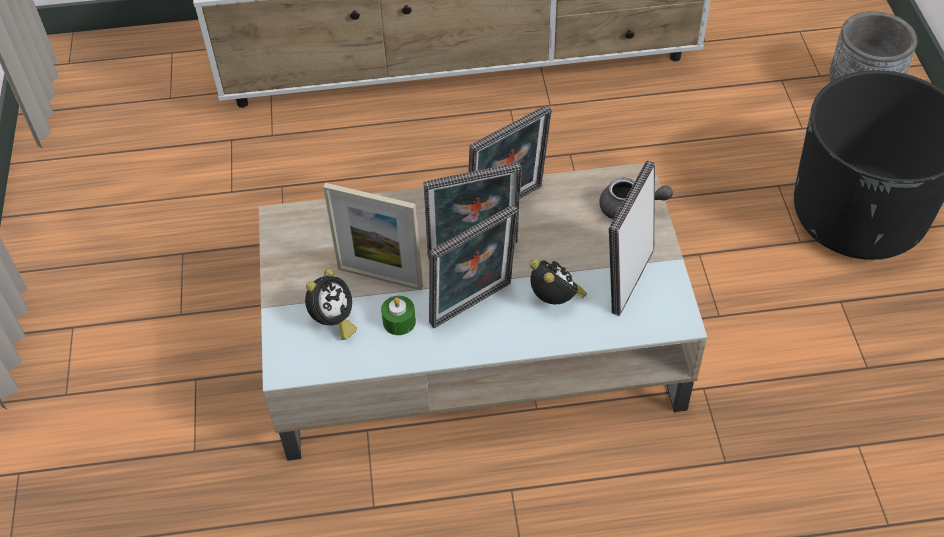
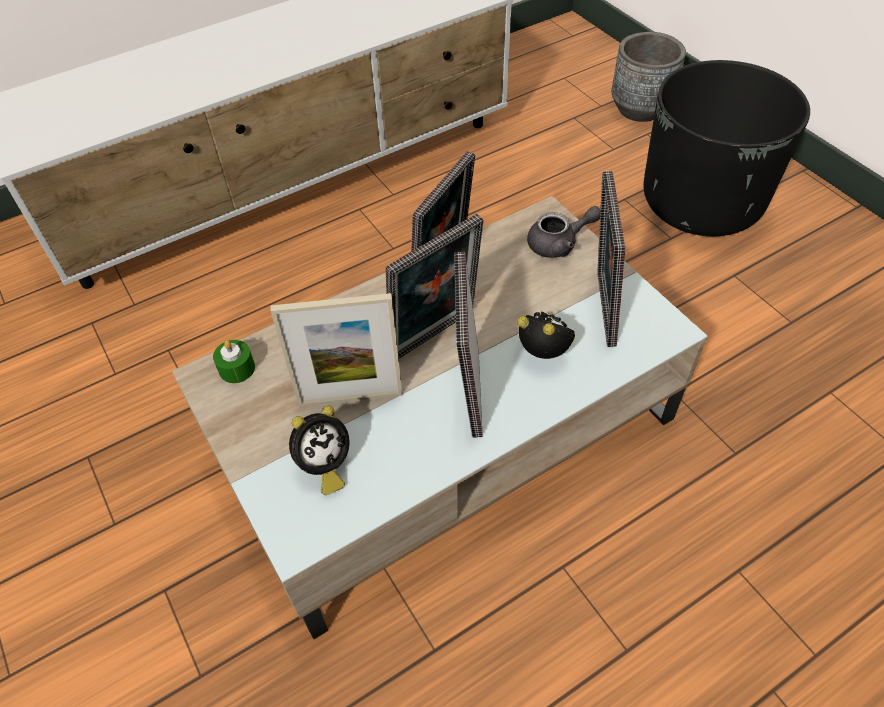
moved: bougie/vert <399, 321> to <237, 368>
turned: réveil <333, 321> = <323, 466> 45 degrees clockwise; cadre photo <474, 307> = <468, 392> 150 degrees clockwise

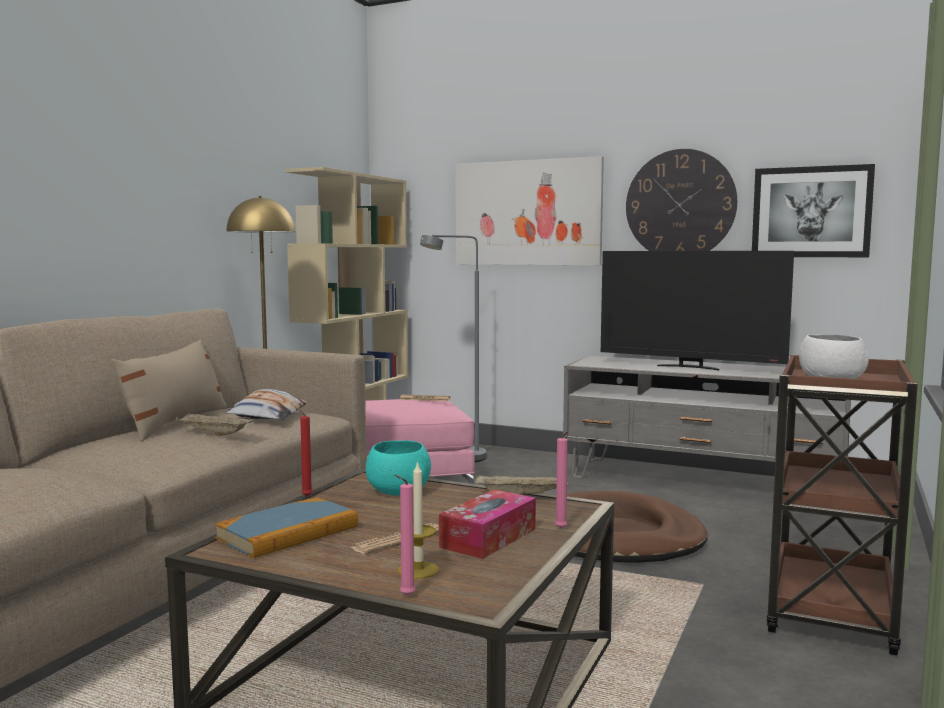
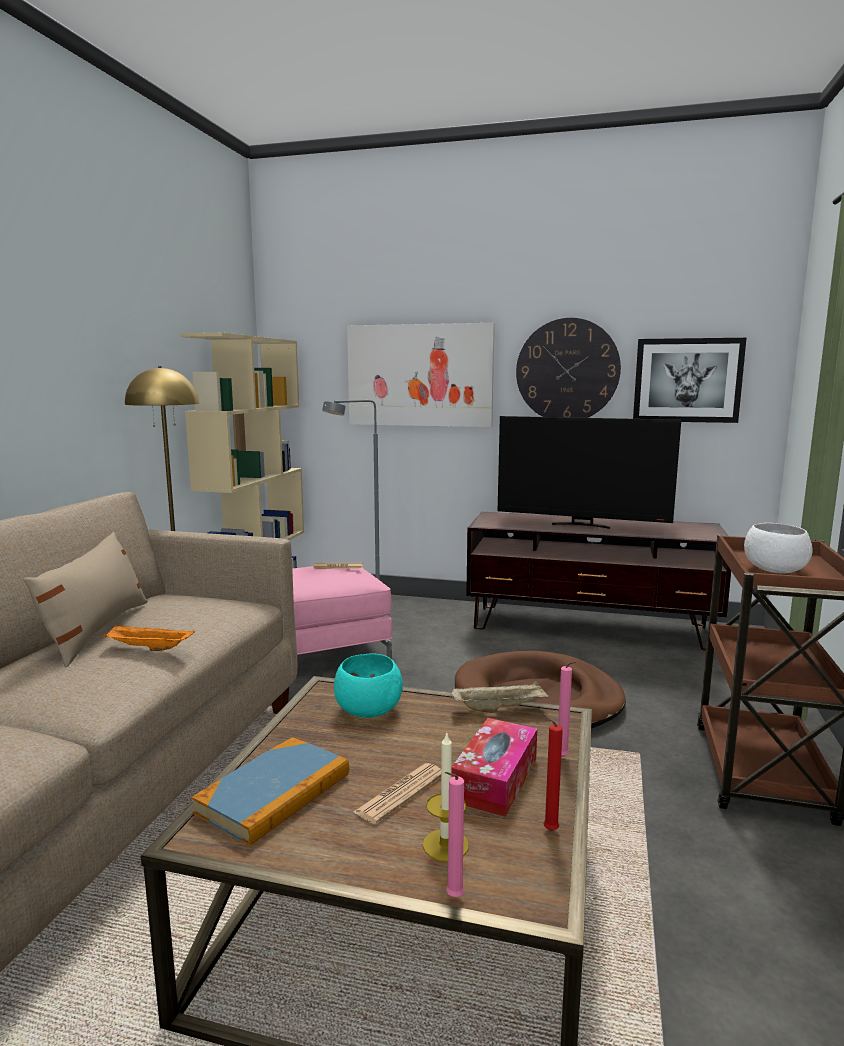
removed: coussin <268, 415>
moved: bougie/rouge <305, 496> to <548, 830>
recoloured: plateau/beige <213, 434> to plateau/orange <148, 649>; meuble télé/gris <701, 482> to meuble télé/marron <590, 627>

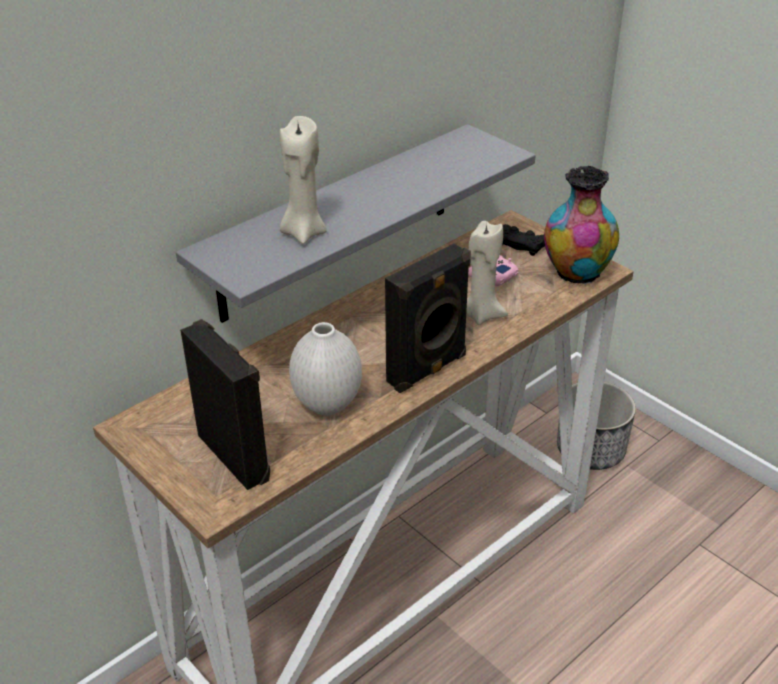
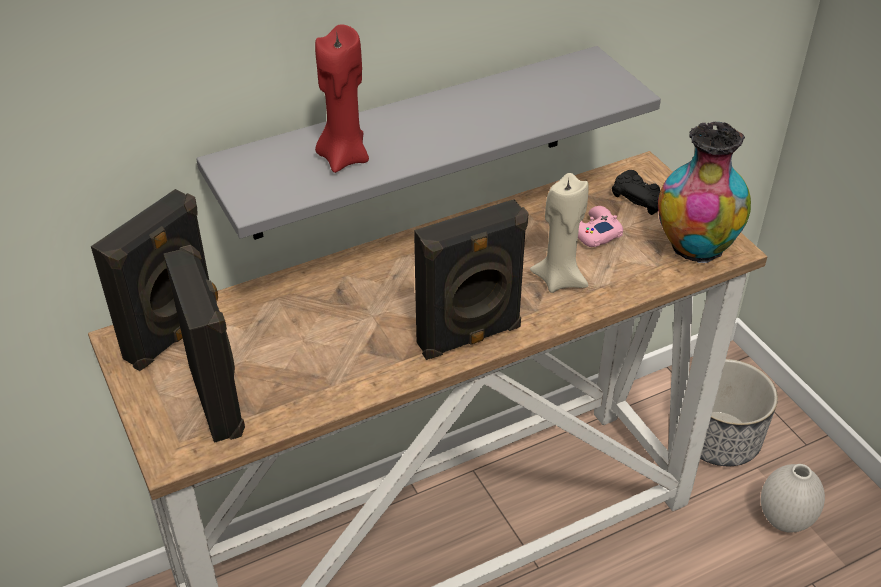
added: enceinte/noir <173, 336>
moved: vase/blanc <326, 405> to <783, 520>
recoloured: bougie/beige <303, 232> to bougie/rouge <344, 157>

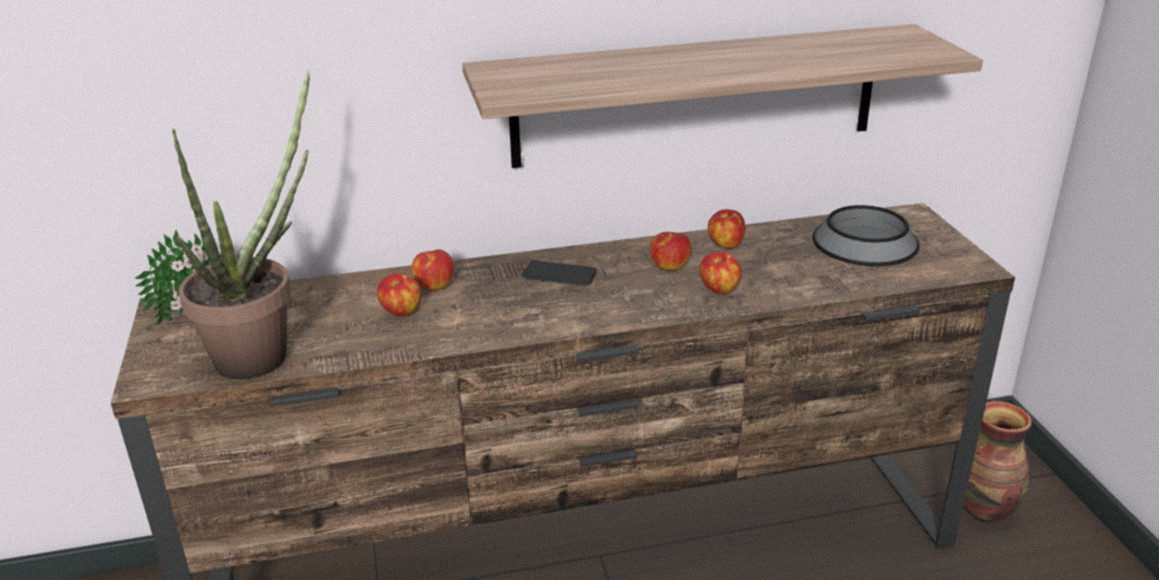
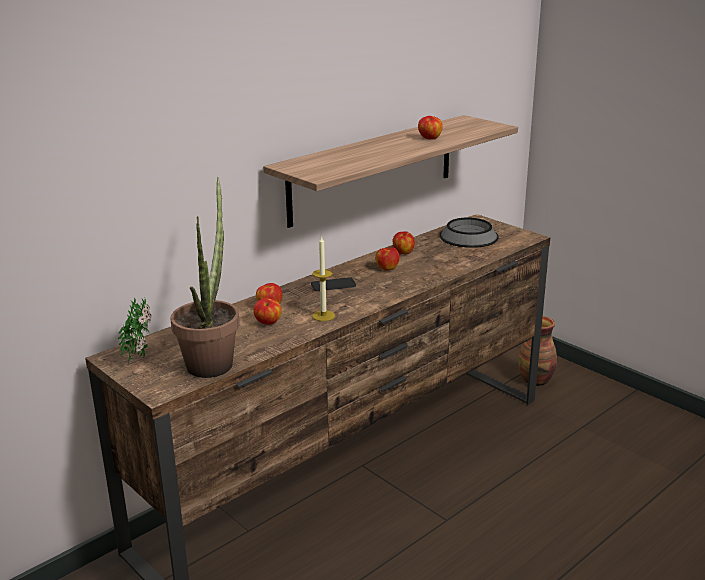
added: bougie <323, 316>
moved: pomme <719, 290> to <429, 138>

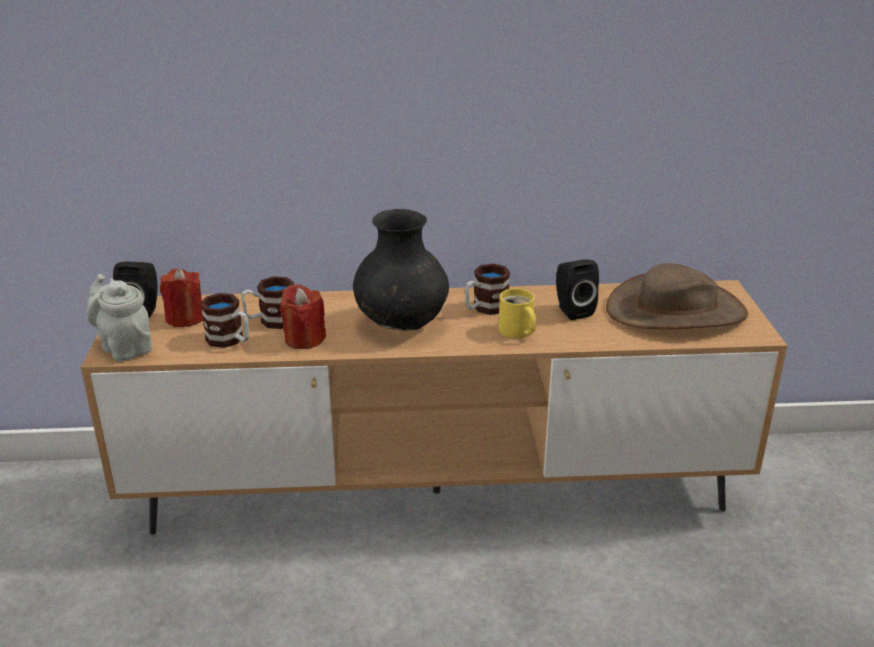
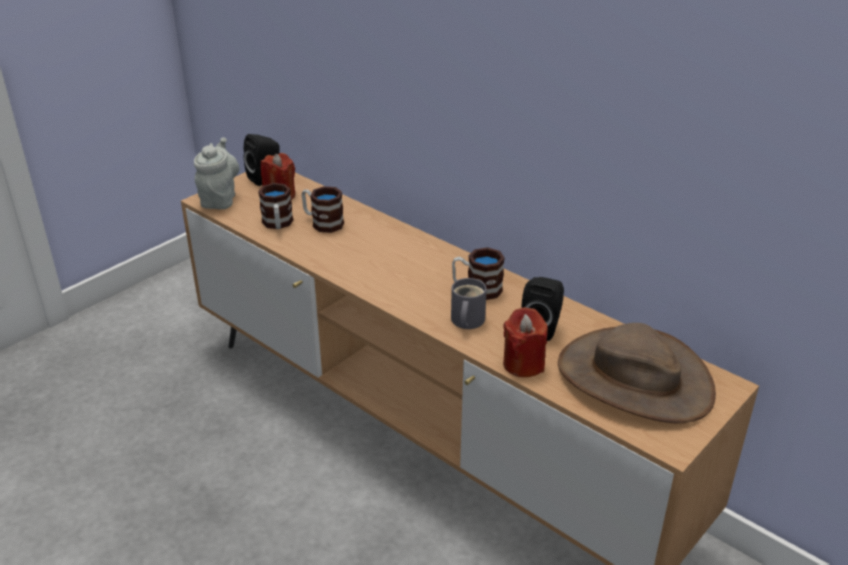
removed: vase/noir <401, 325>
moved: bougie/rouge <304, 339> to <523, 364>
recoloured: mug/jaune <516, 332> to mug/gris <466, 321>

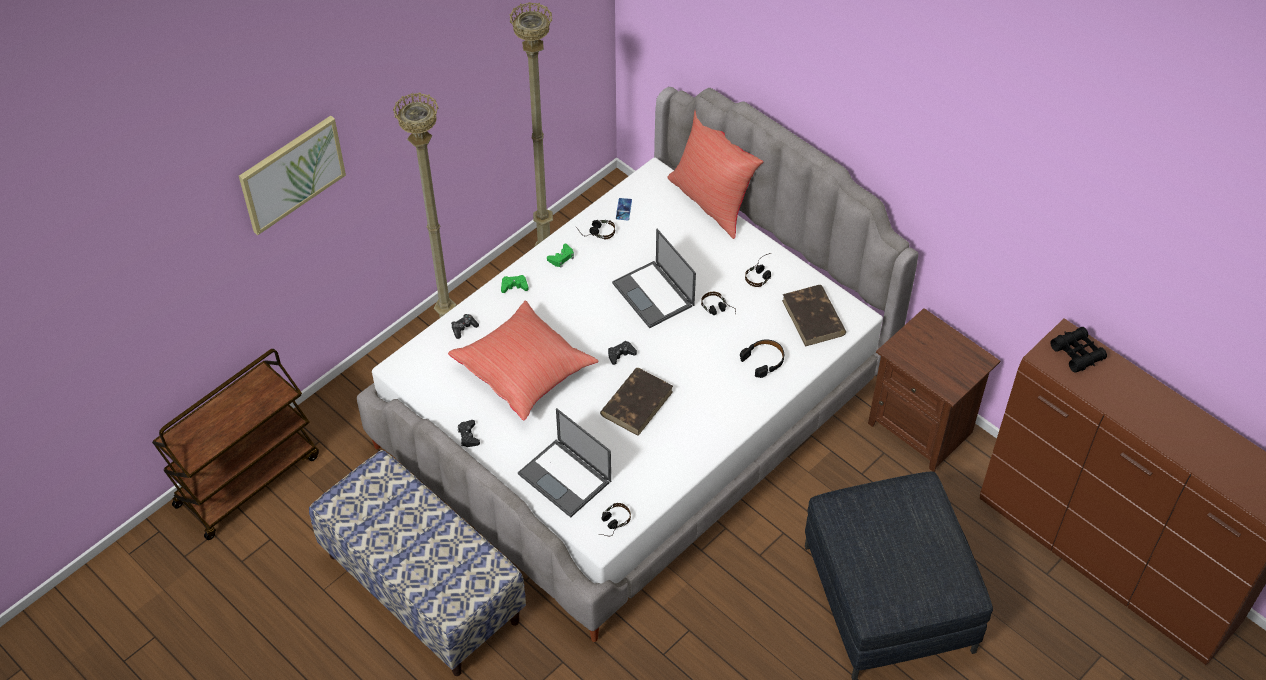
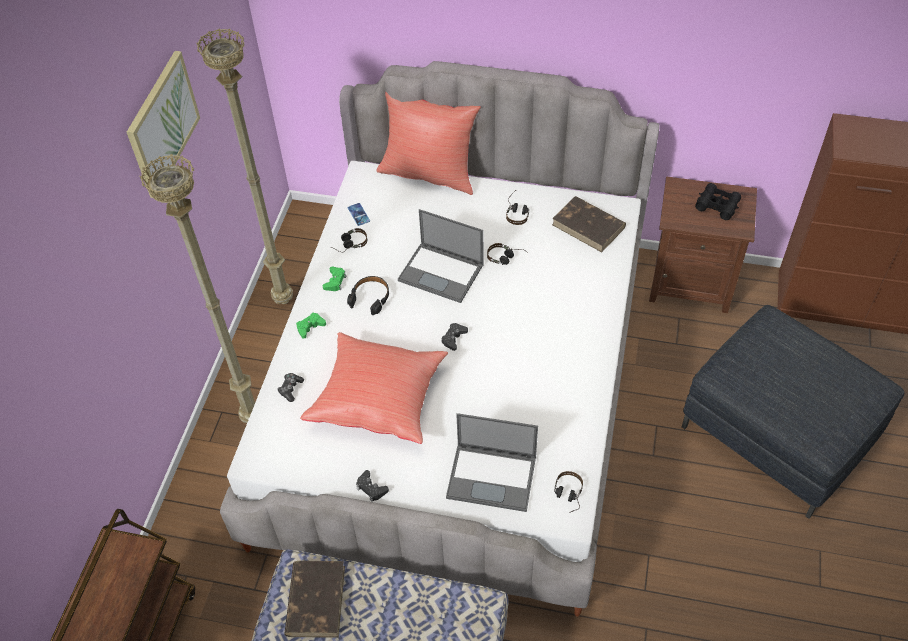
moved: tableau <291, 173> to <162, 124>; livre/marron <637, 403> to <315, 599>; casque audio/noir <764, 360> to <370, 297>; jumelles/noir <1077, 353> to <717, 205>

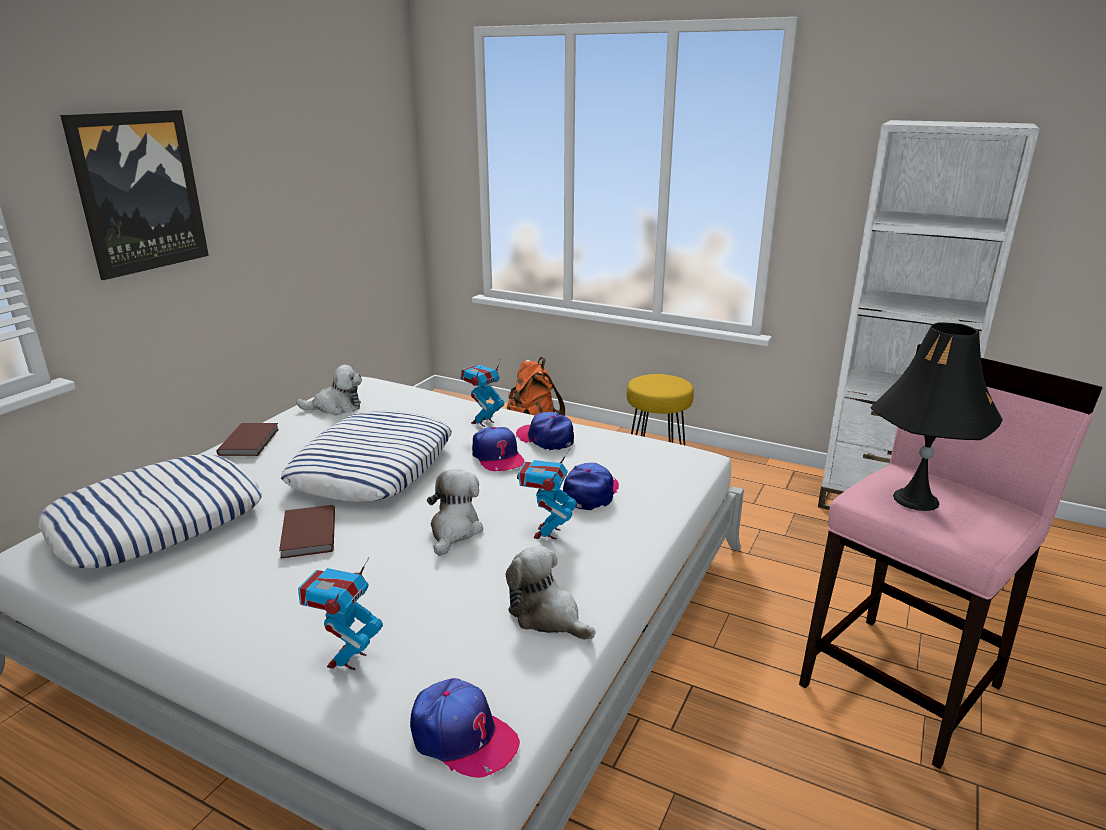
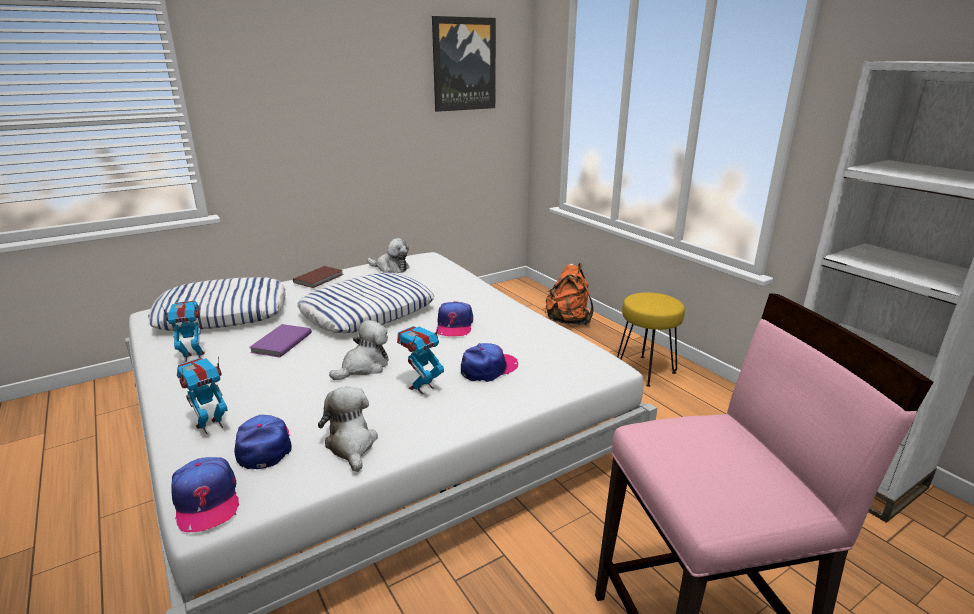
removed: lampe de table/noir <916, 500>
moved: tableau <139, 192> to <464, 64>; robot jouet <483, 422> to <193, 357>; casquette <545, 438> to <264, 446>
recoloured: livre/marron <307, 534> to livre/violet <280, 343>

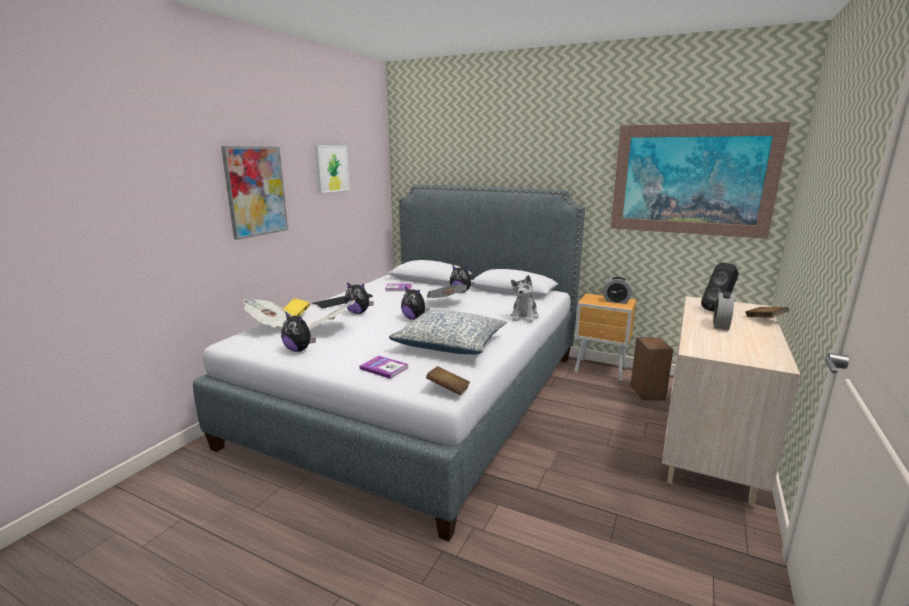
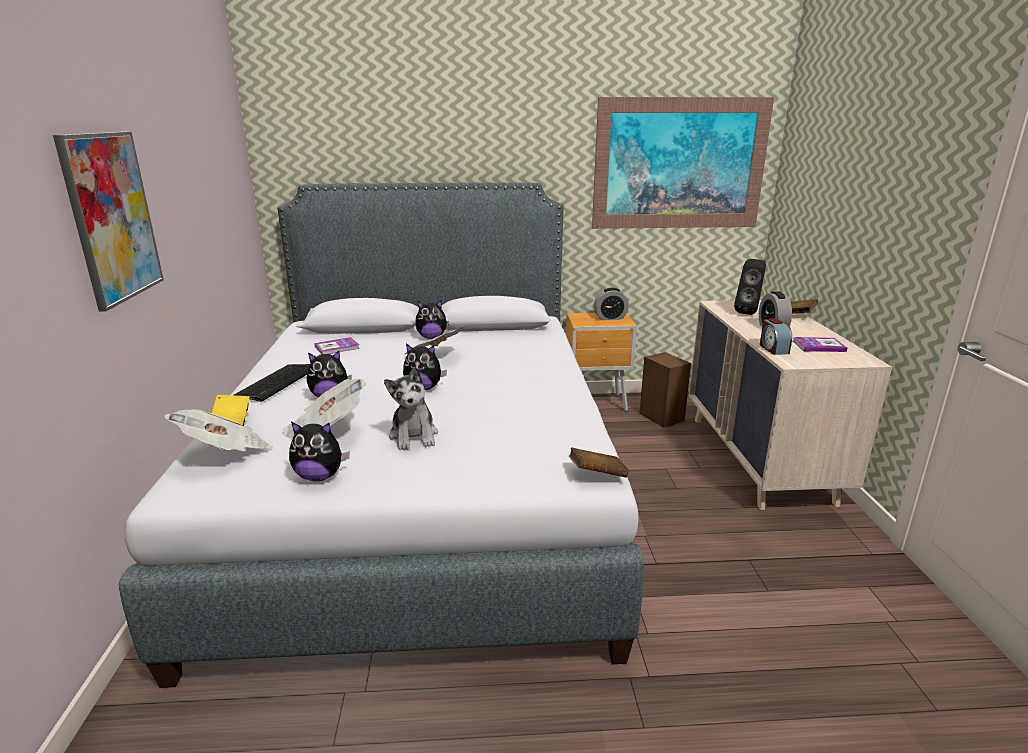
removed: tableau <332, 168>; coussin <450, 344>
added: réveil <773, 349>
moved: livre <384, 368> to <818, 346>; peluche <524, 316> to <414, 436>

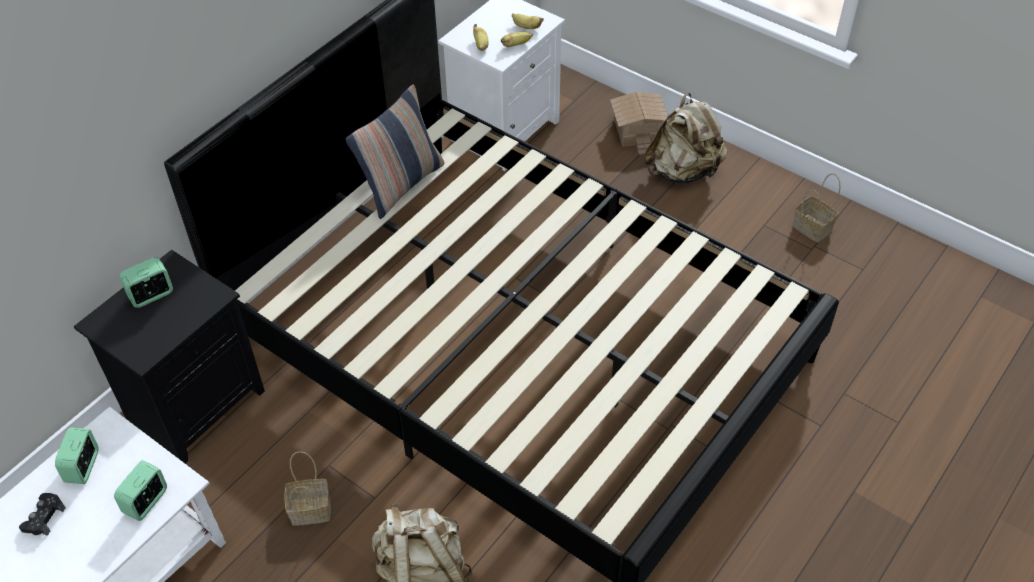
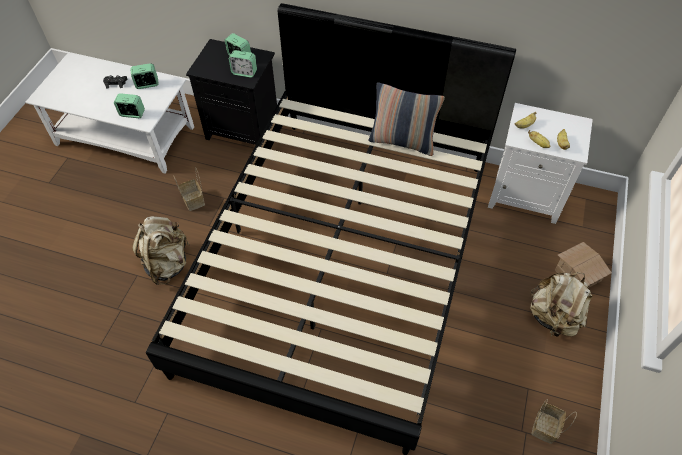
added: réveil <244, 72>

